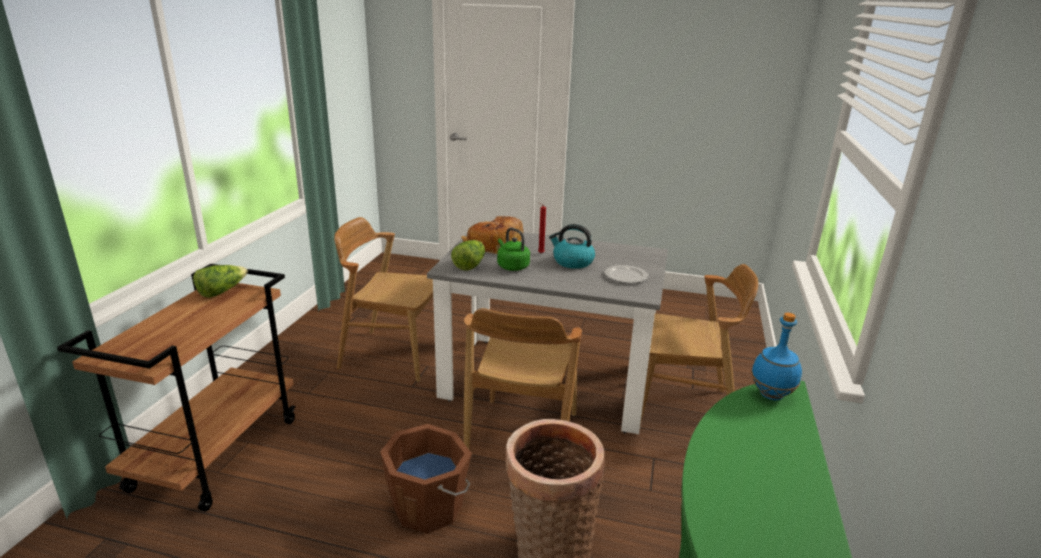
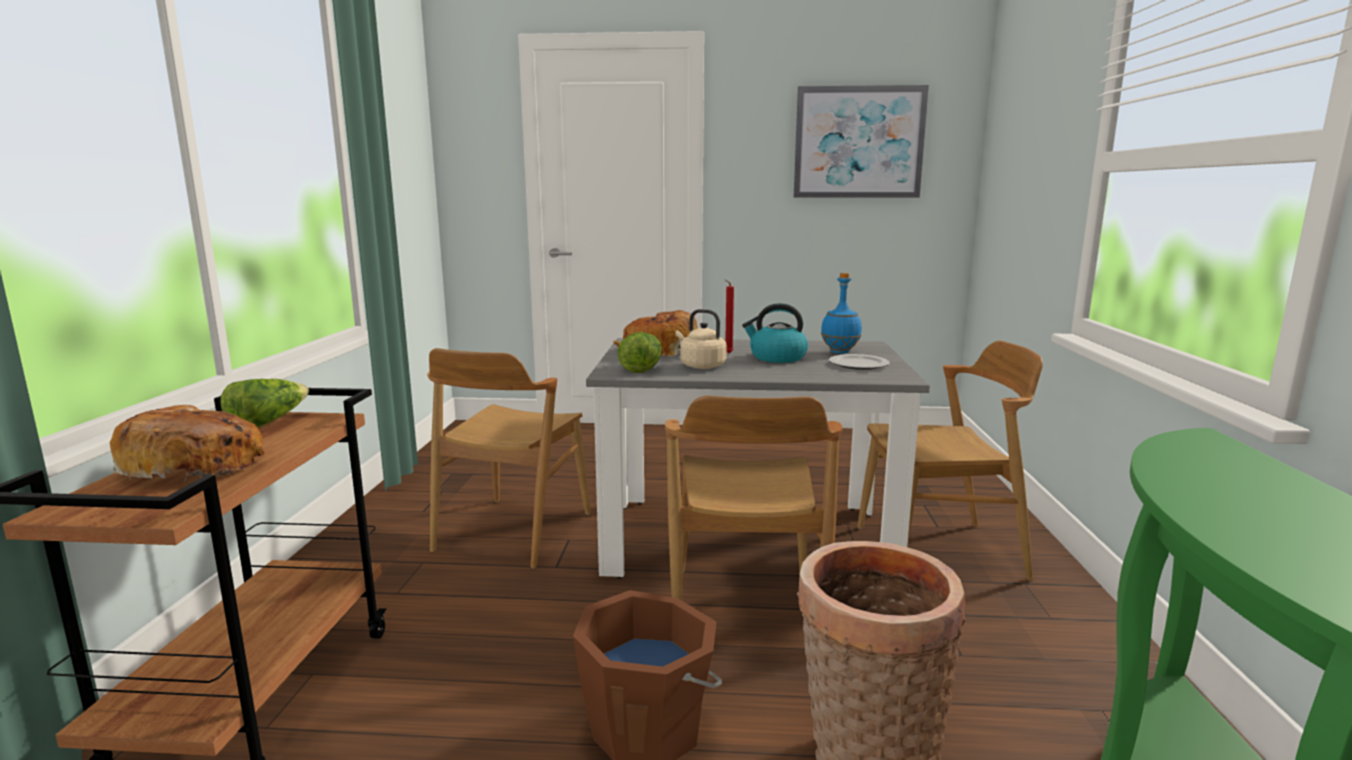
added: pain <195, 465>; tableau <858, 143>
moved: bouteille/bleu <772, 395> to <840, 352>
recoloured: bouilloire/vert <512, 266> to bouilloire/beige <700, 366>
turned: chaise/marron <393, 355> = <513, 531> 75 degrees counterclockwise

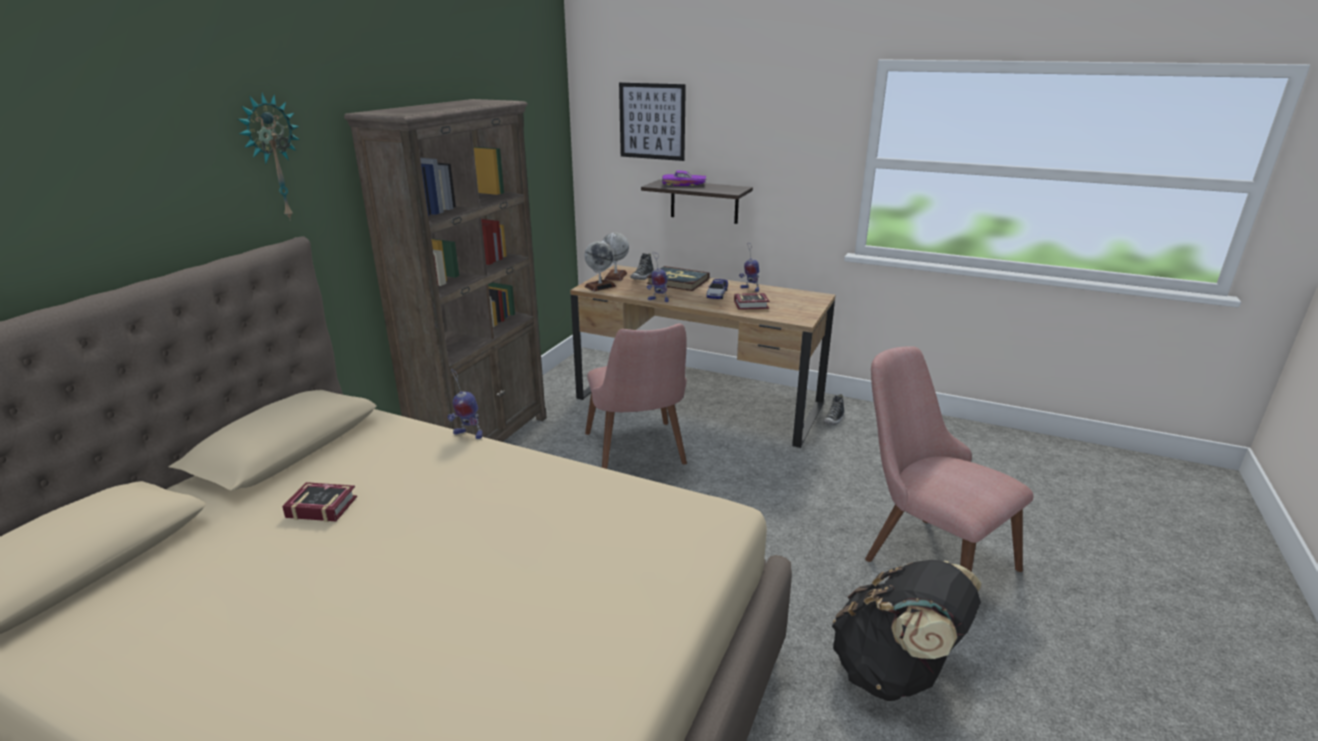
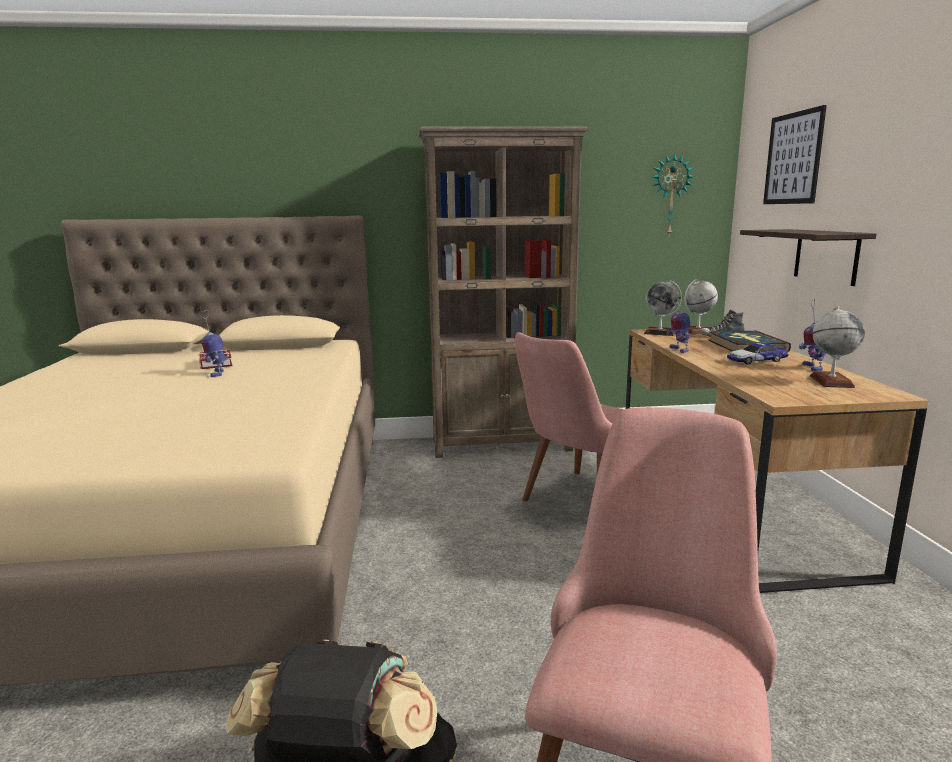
removed: petite voiture/violet <684, 185>; livre <753, 305>; chaussure <834, 419>
added: globe <831, 381>
moved: horloge murale <272, 158> to <670, 195>; robot jouet <468, 434> to <217, 373>

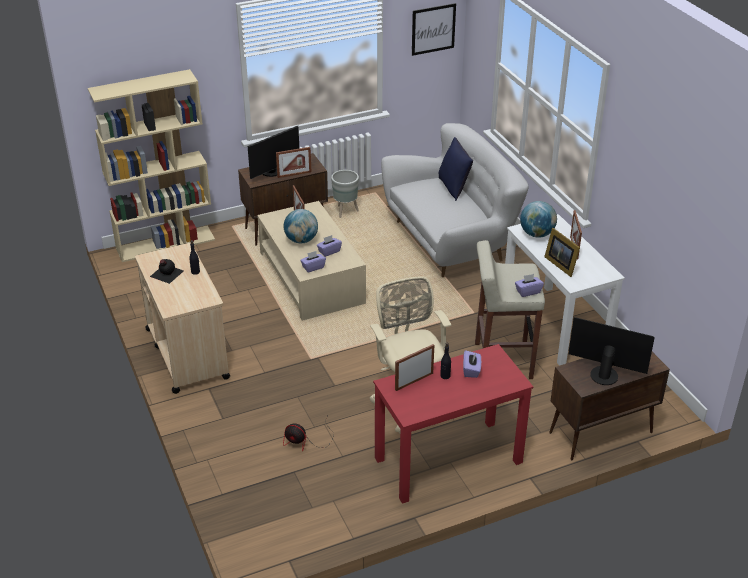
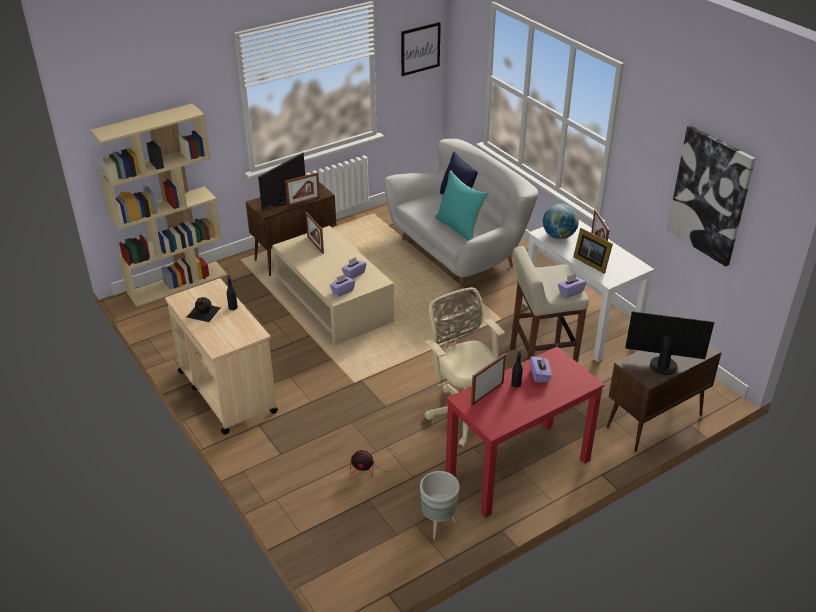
removed: globe <301, 240>
added: coussin/turquoise <460, 228>; tableau <710, 195>
moved: cache-pot/gris <345, 211> to <438, 524>

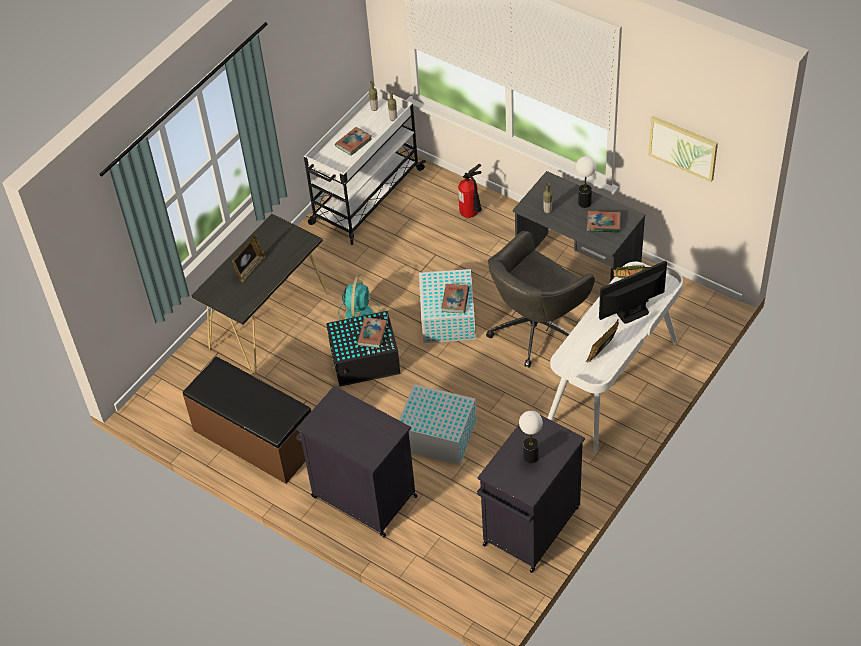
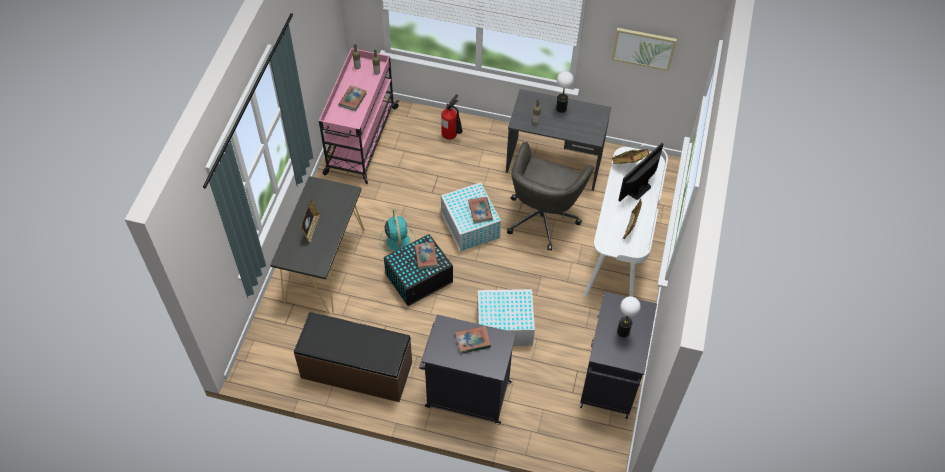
moved: livre <603, 223> to <472, 341>
recoloured: chariot/blanc <366, 197> to chariot/rose <361, 141>

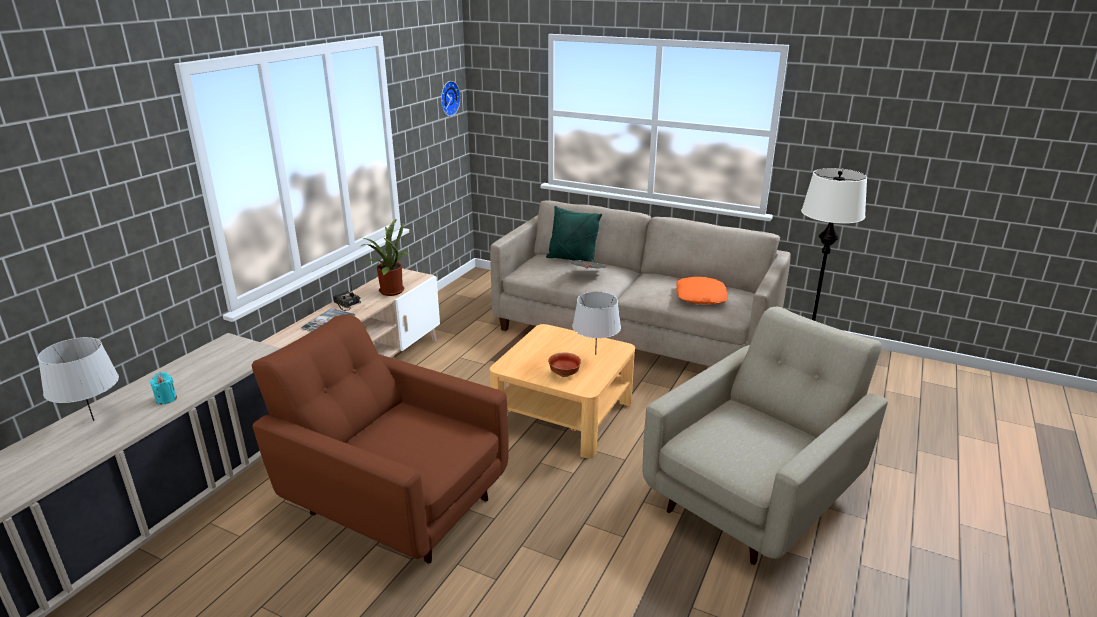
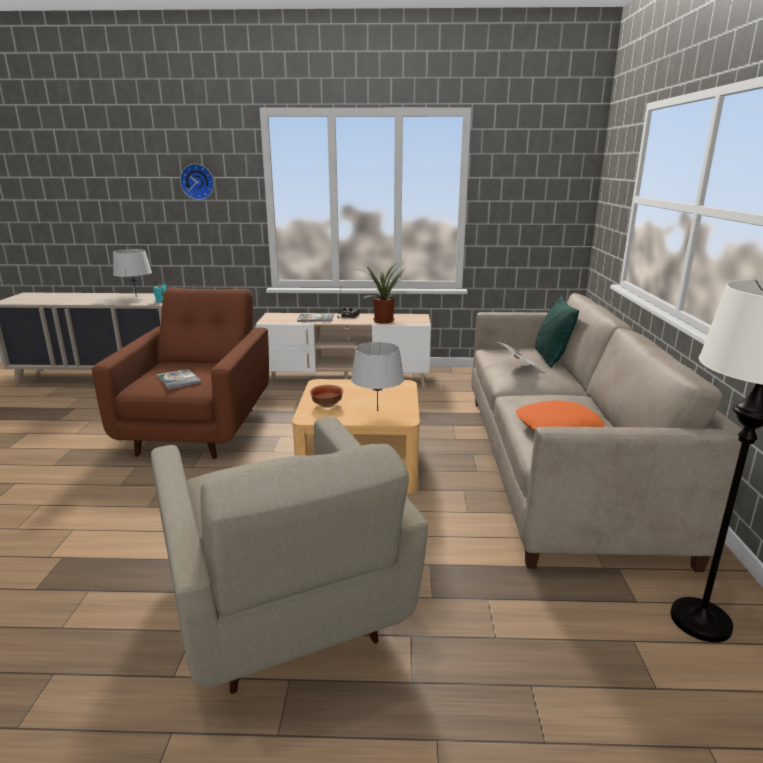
added: livre <178, 379>
moved: horloge murale <448, 98> to <198, 181>
turned: fauteuil/beige <755, 495> = <285, 610> 45 degrees clockwise

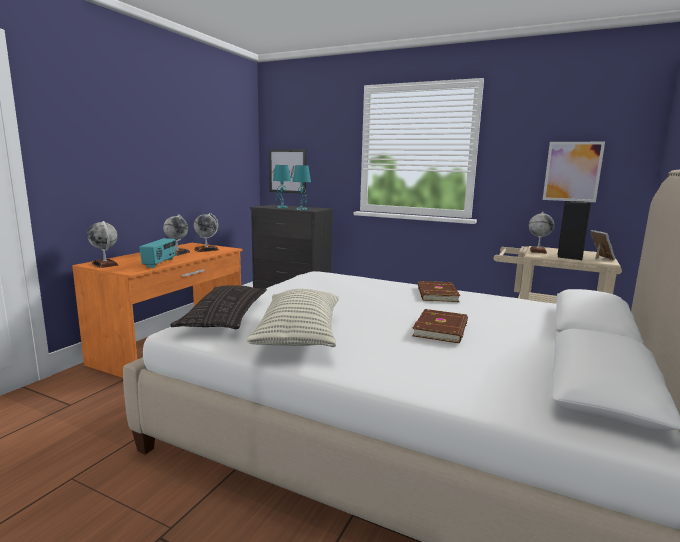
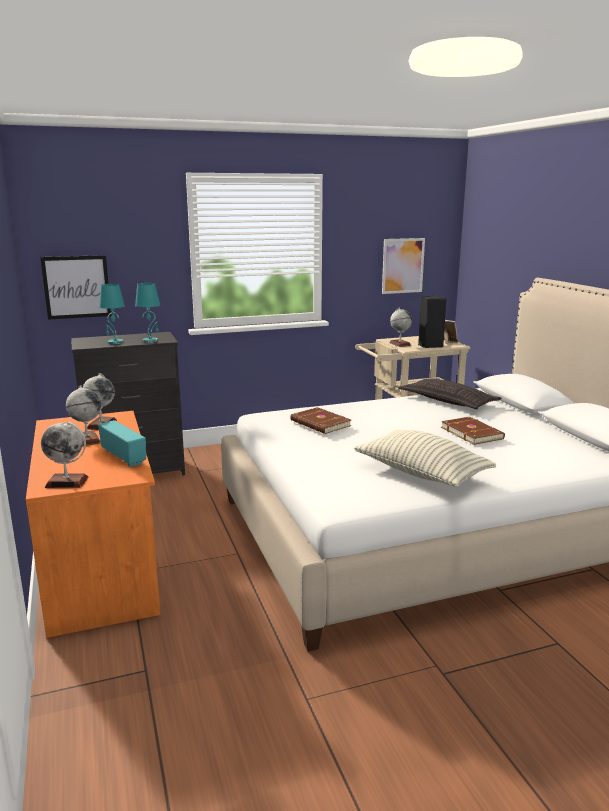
moved: coussin <225, 316> to <448, 401>; livre/marron <436, 294> to <320, 423>

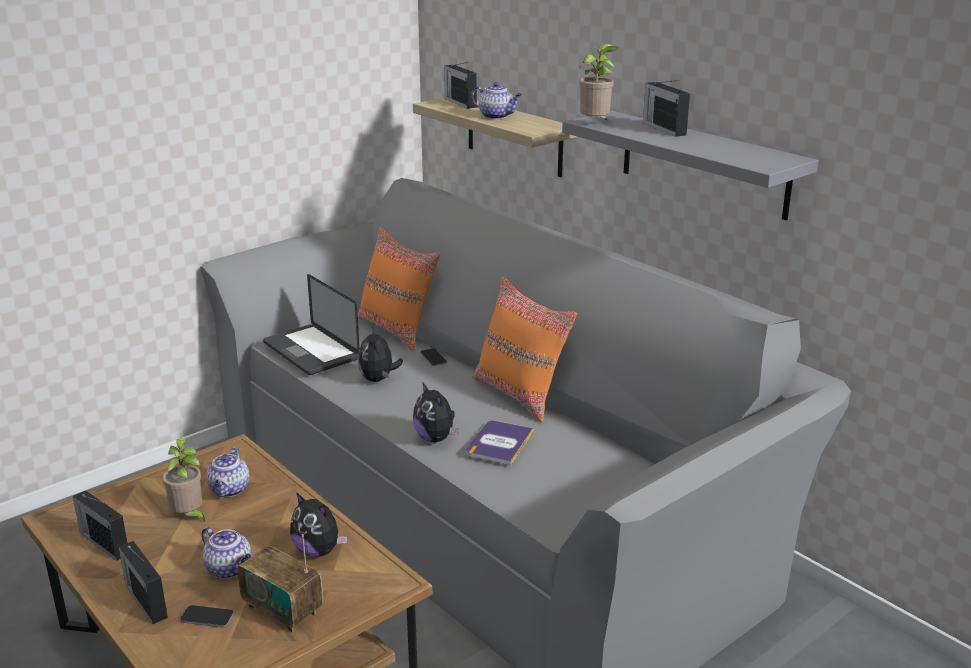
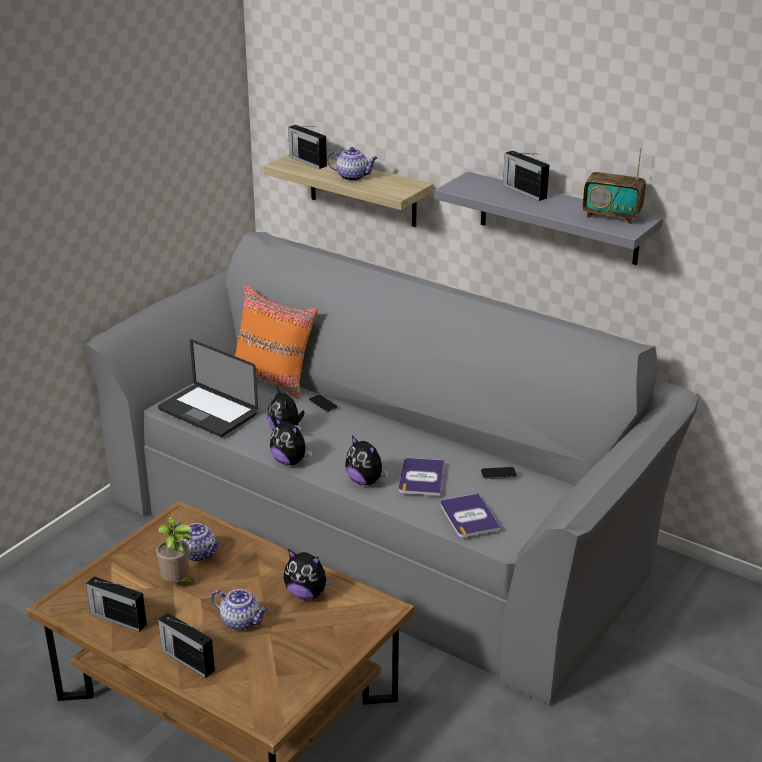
removed: coussin/orange <520, 394>; plante en pot <596, 125>
added: peluche <290, 461>; livre <469, 516>
moved: téléphone <207, 618> to <498, 474>; radio <283, 610> to <611, 216>
turned: théière <230, 490> = <199, 554> 45 degrees counterclockwise

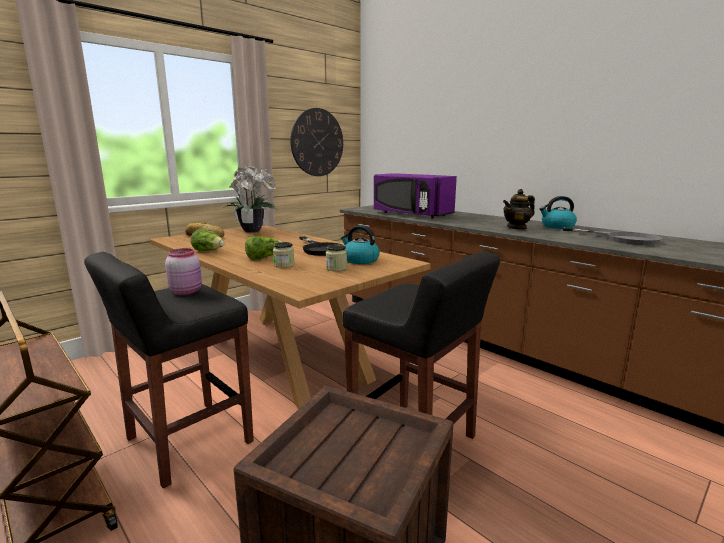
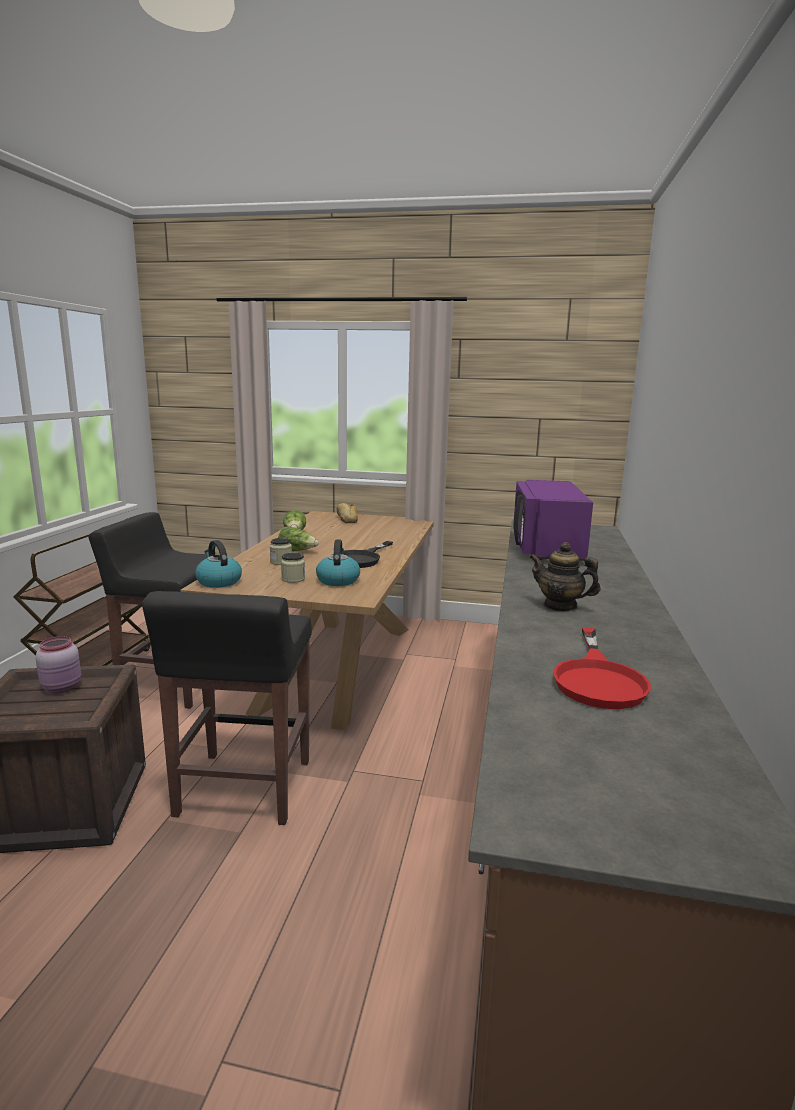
removed: plante en pot <251, 231>; horloge murale <317, 142>
moved: bocal/rose <187, 291> to <63, 687>; bouilloire <557, 226> to <218, 581>
recoloured: poêle/gris <622, 239> to poêle/rouge <598, 679>

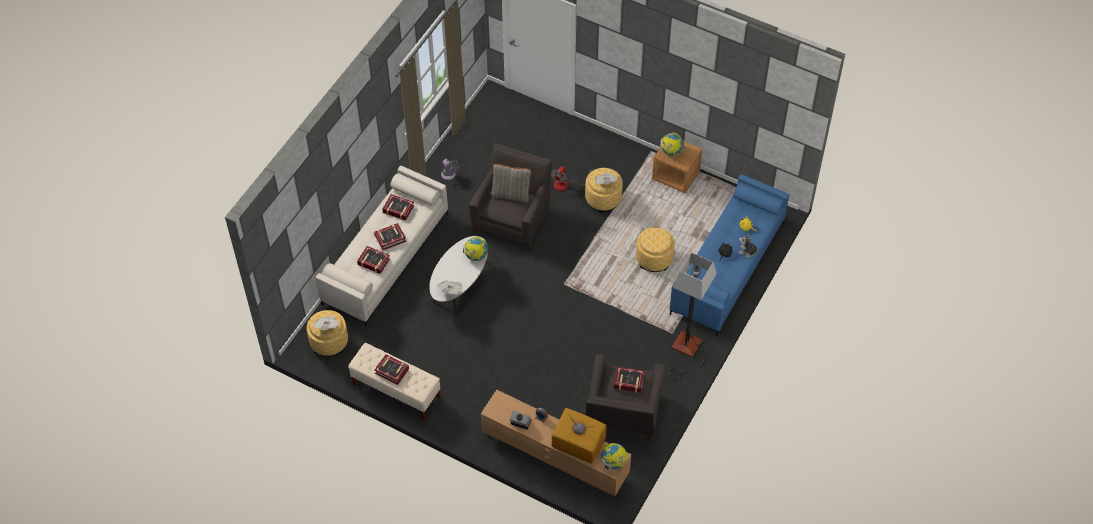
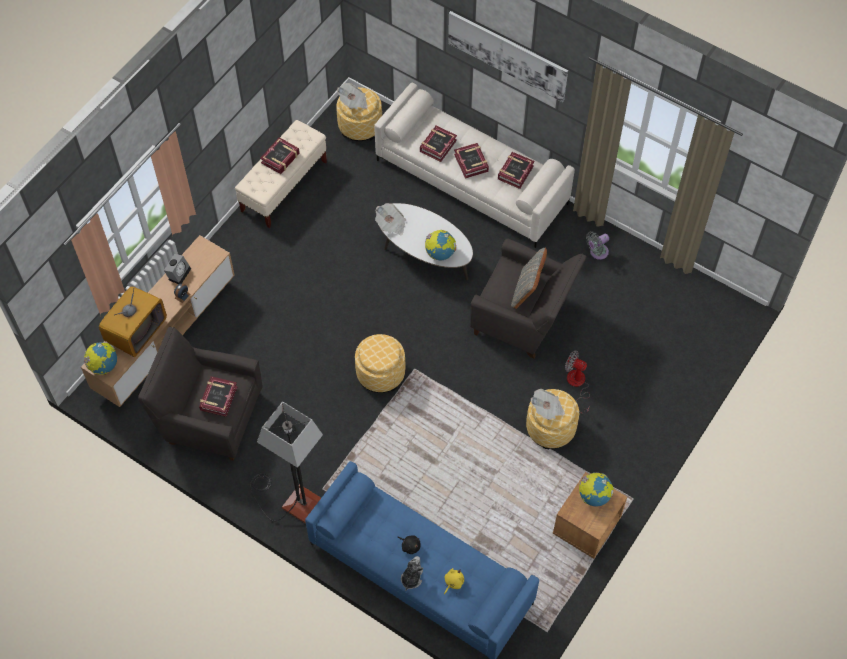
added: tableau <507, 55>
moved: pouf <654, 258> to <380, 373>

